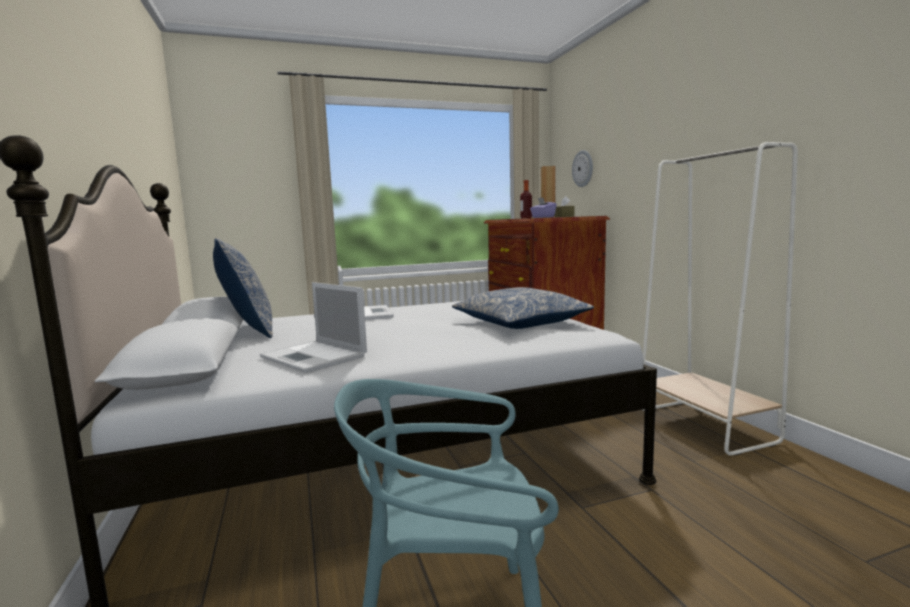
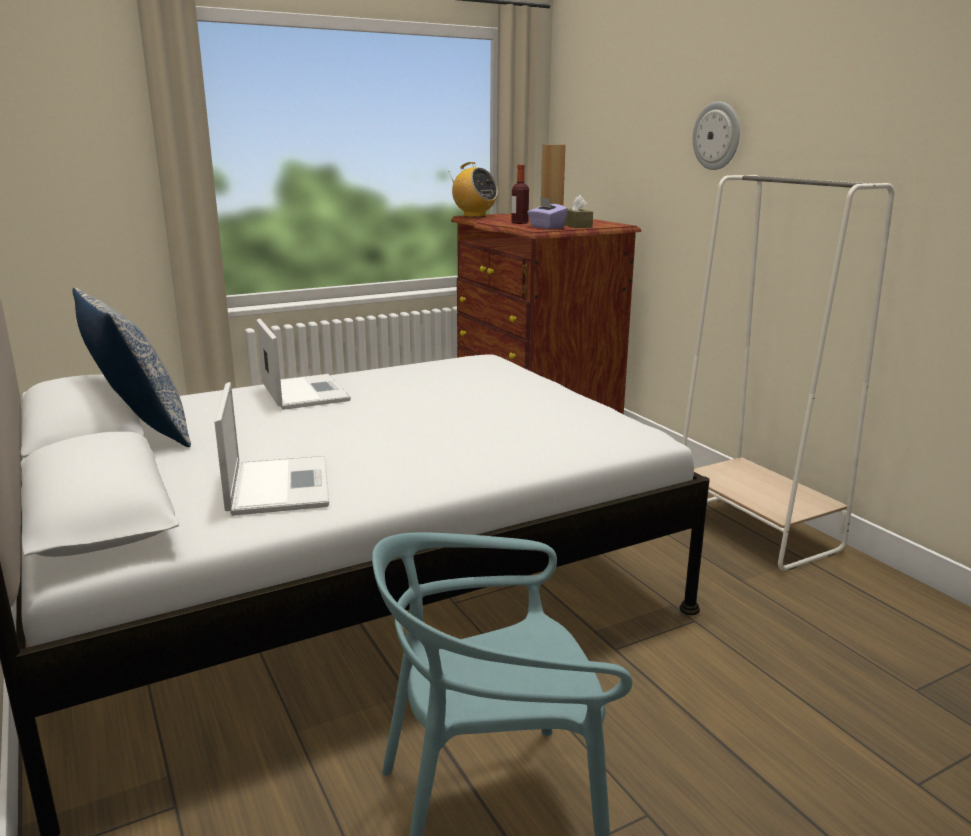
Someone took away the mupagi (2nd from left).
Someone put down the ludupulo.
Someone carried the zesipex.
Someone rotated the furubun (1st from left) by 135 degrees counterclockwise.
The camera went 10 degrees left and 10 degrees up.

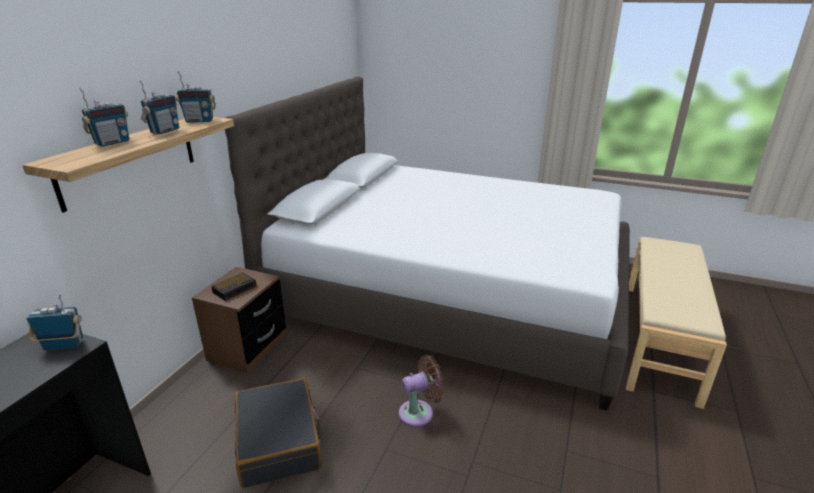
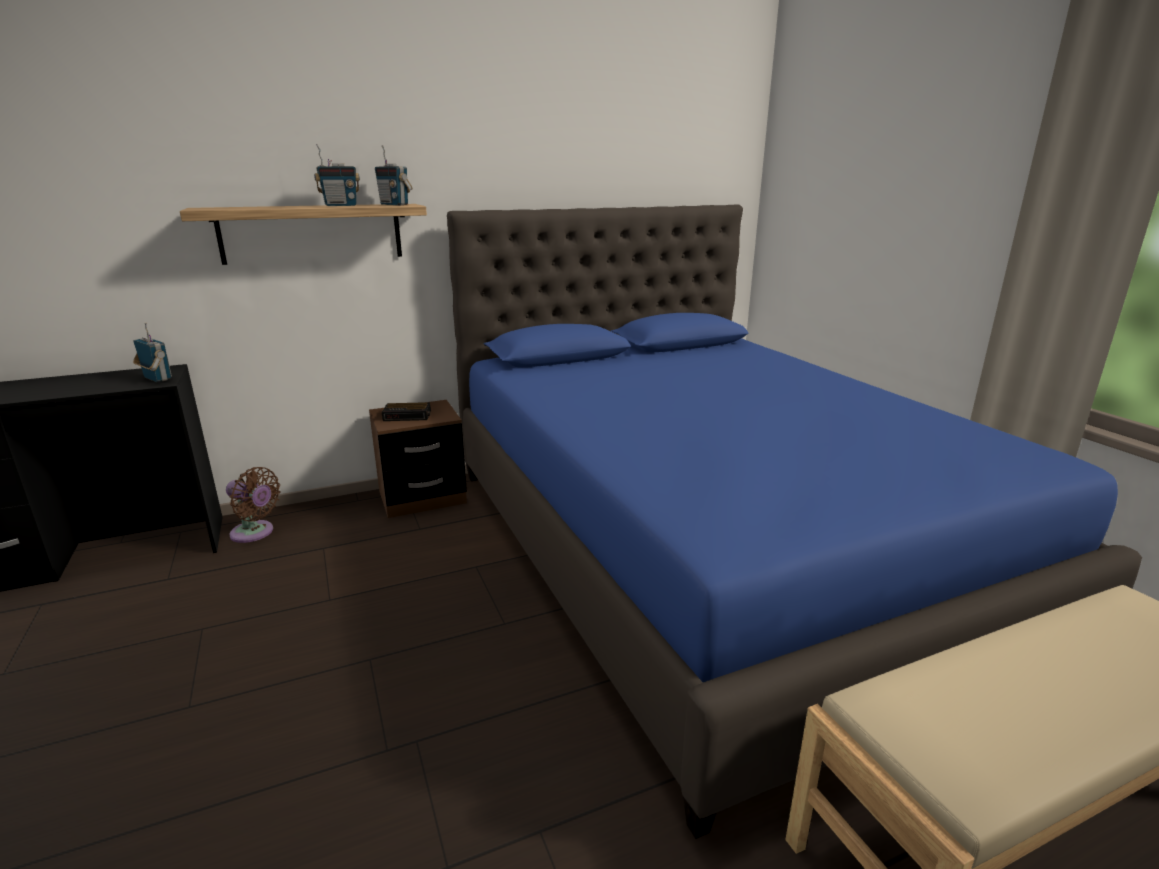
Someone took away the ludupulo (2nd from left).
Someone took away the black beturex.
Someone carried the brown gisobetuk.
Someone repainted the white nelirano, which became the blue nelirano.
The camera went 45 degrees right and 5 degrees down.

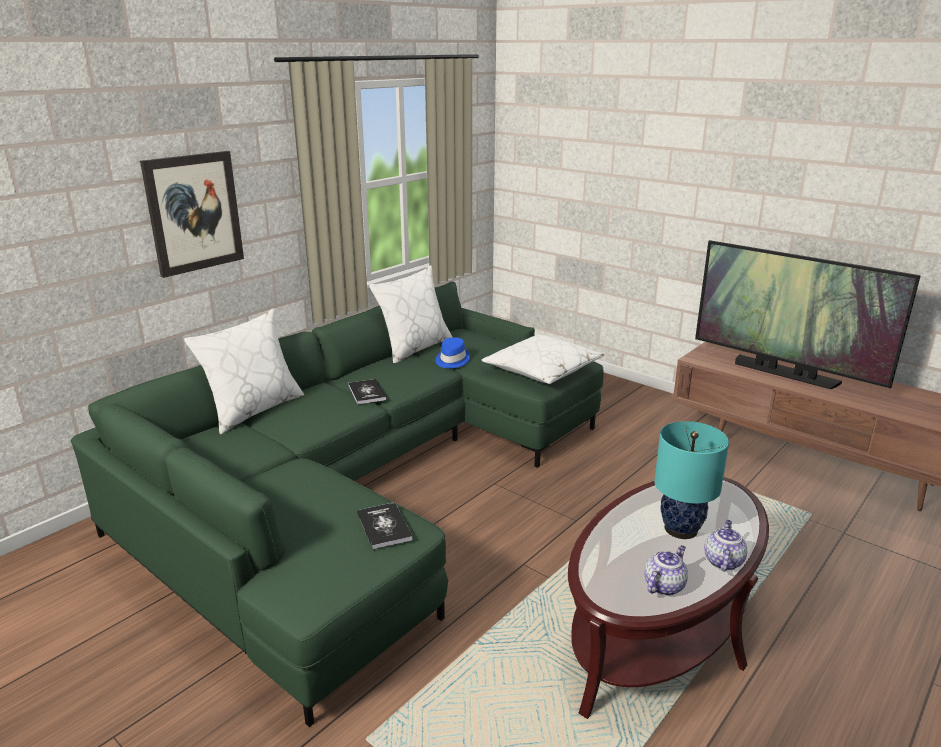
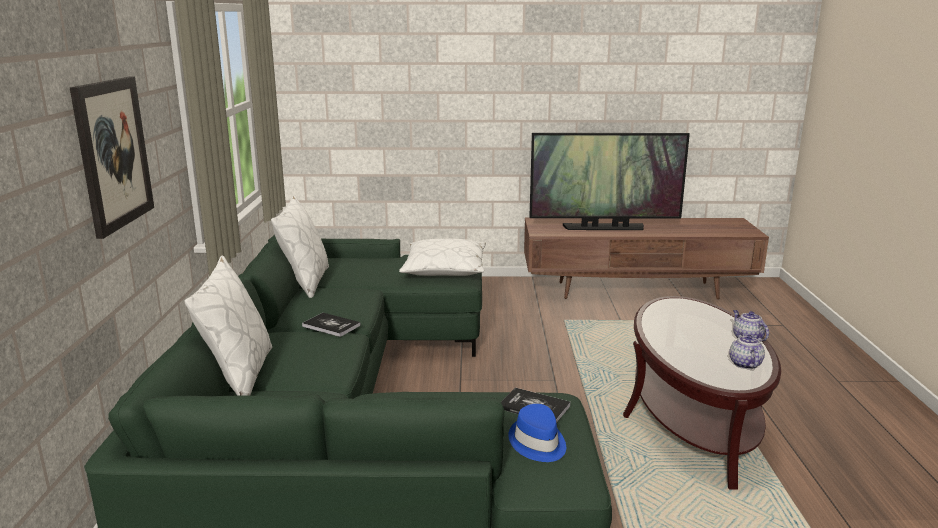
Someone took away the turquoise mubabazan.
Someone carried the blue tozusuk.
The camera went 40 degrees left and 5 degrees down.

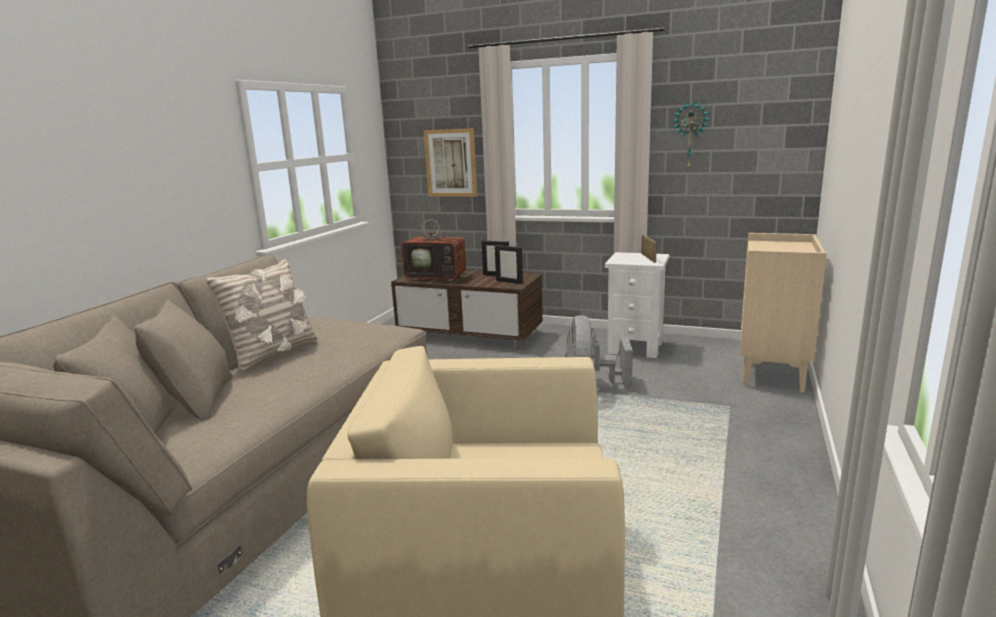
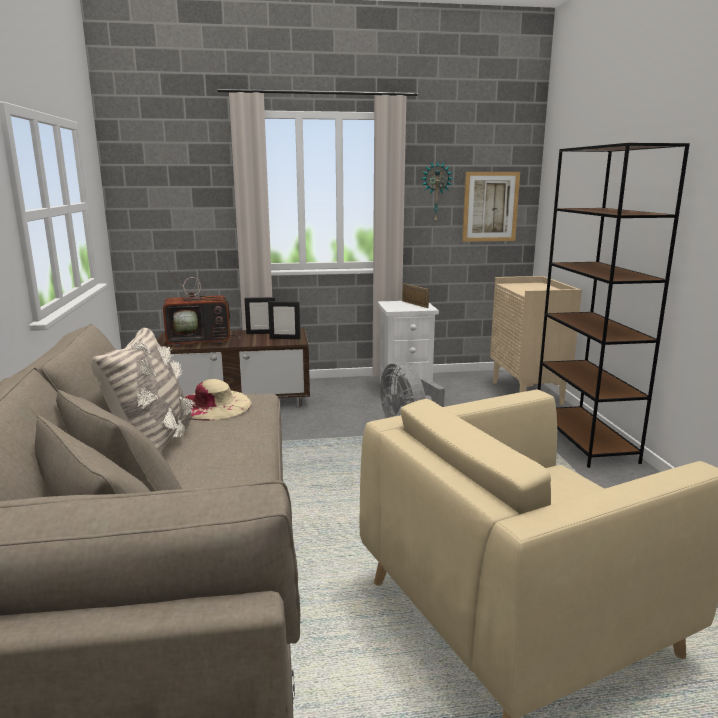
Someone put down the beige tozusuk.
Someone put down the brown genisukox.
Someone carried the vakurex.
The camera went 30 degrees left and 0 degrees up.

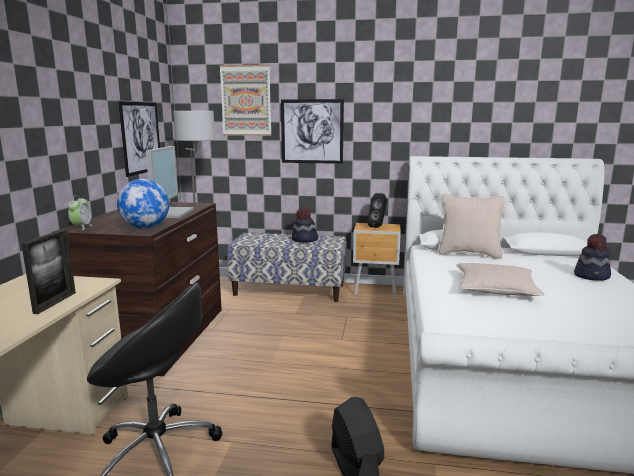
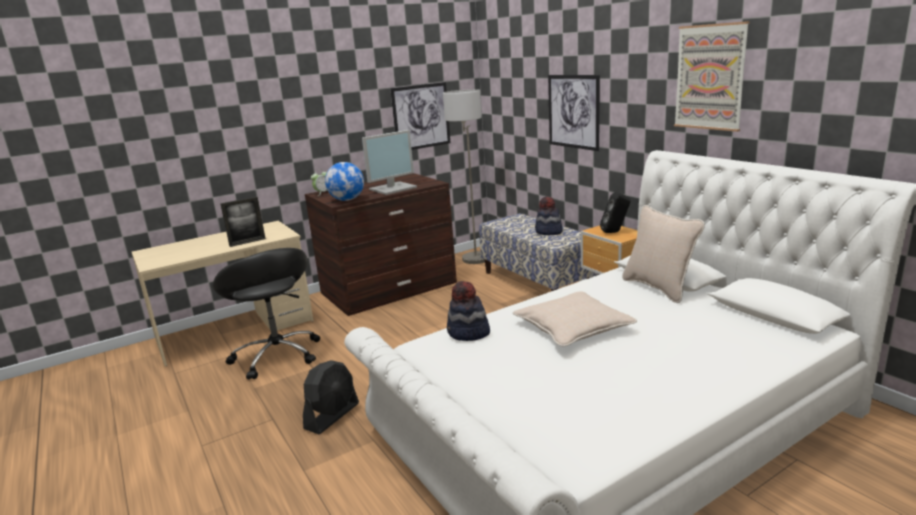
Someone carried the vakurex (2nd from left in the first image).
Someone carried the tozusuk (2nd from left in the first image).
The camera went 50 degrees right and 5 degrees up.

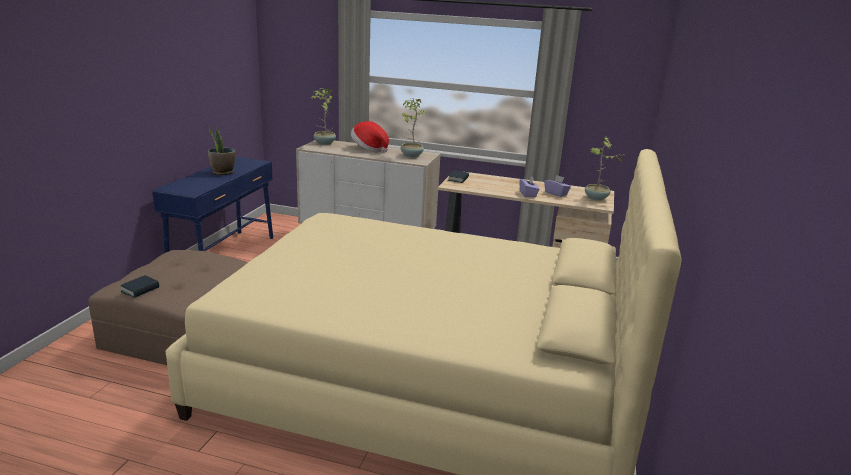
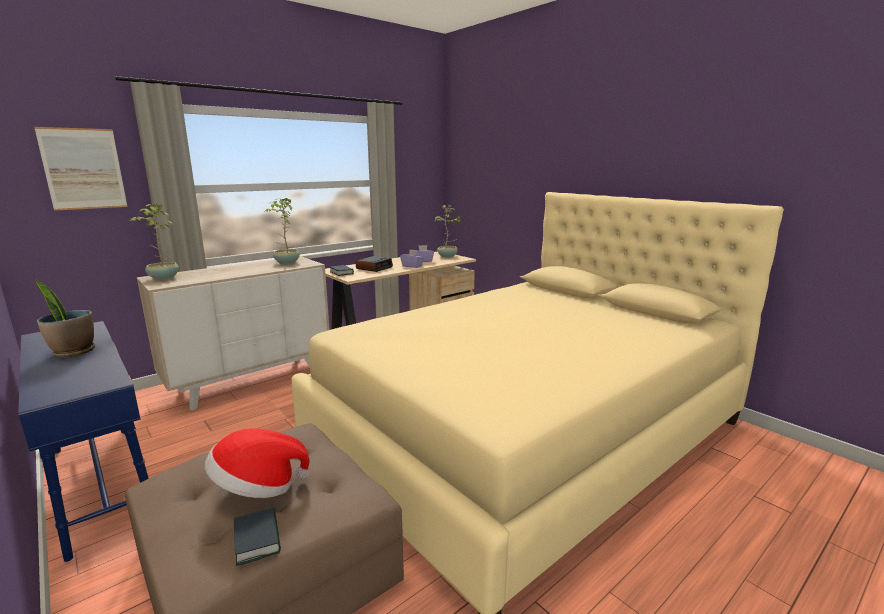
Someone put up the vakurex.
Someone put down the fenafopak.
Someone carried the tozusuk.
The camera went 55 degrees left and 5 degrees down.

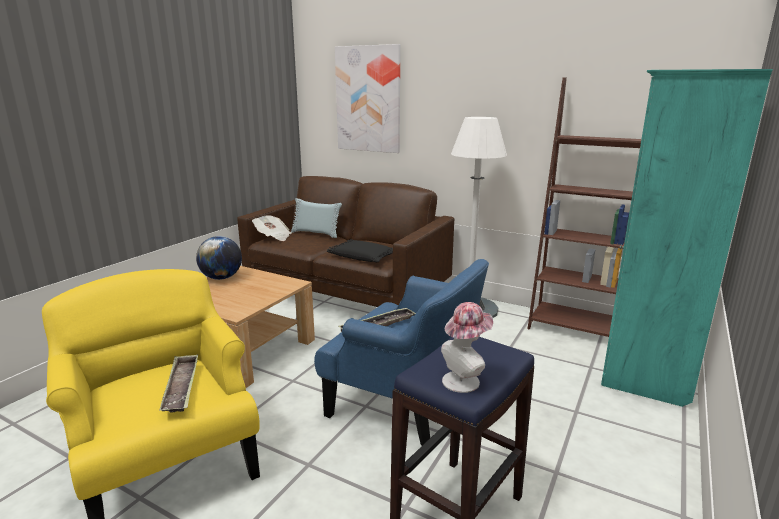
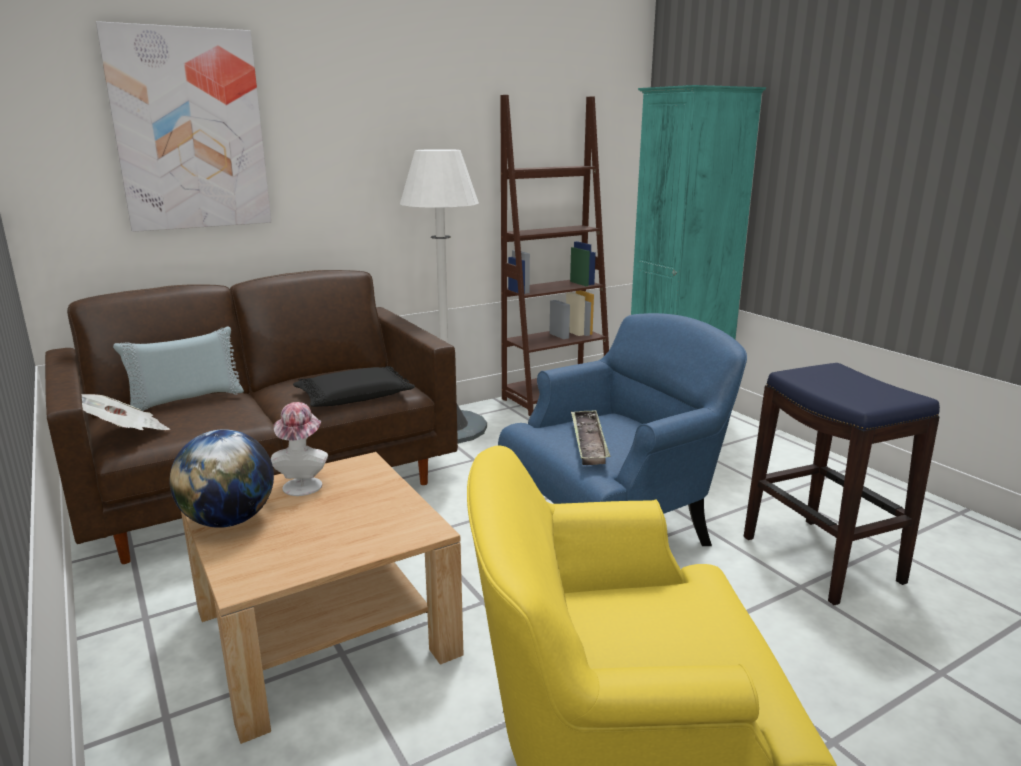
Someone took away the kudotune (1st from left).
Someone carried the tozusuk.
The camera went 60 degrees left and 0 degrees up.

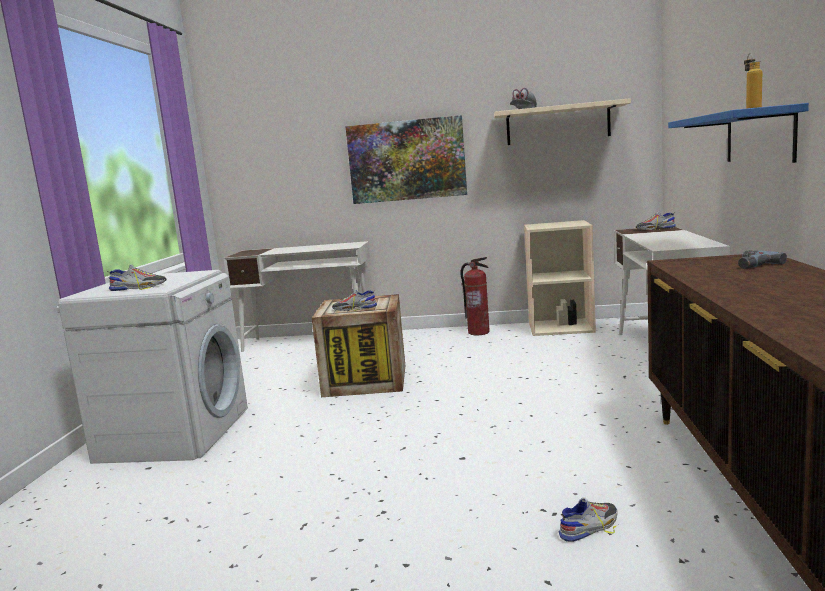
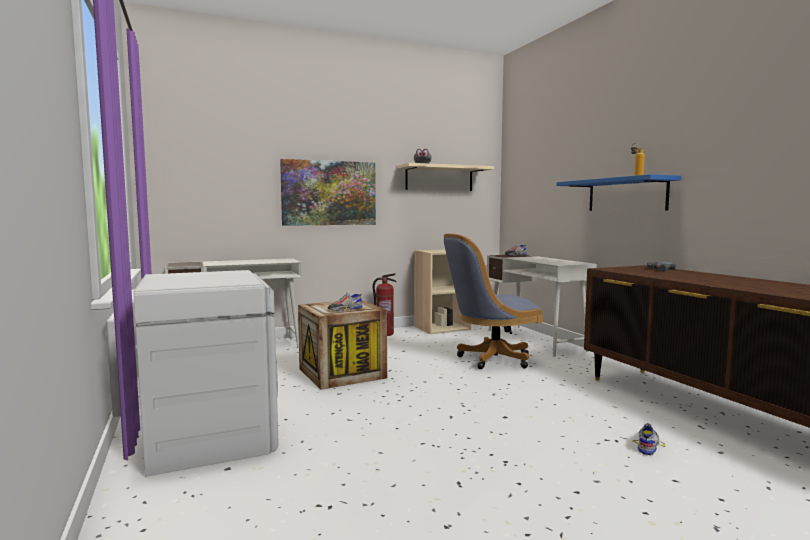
Someone took away the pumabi (1st from left).
Someone put down the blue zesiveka.
The camera went 30 degrees left and 5 degrees down.

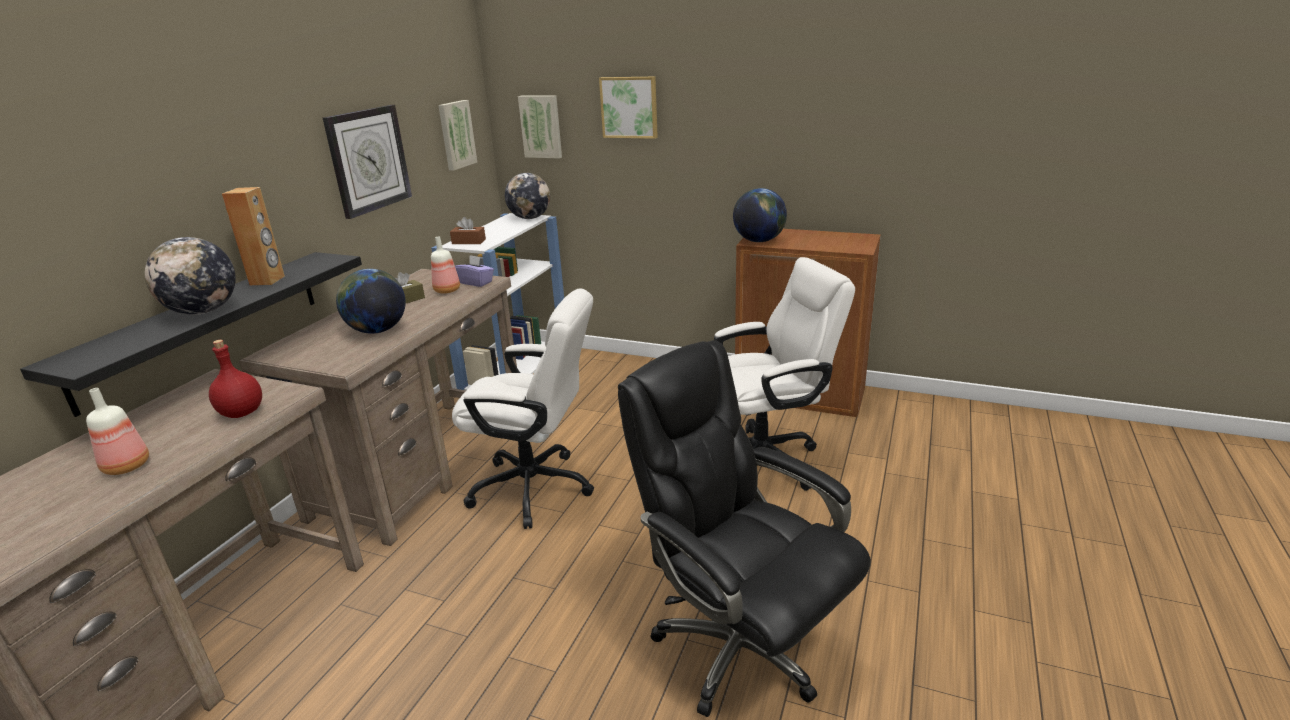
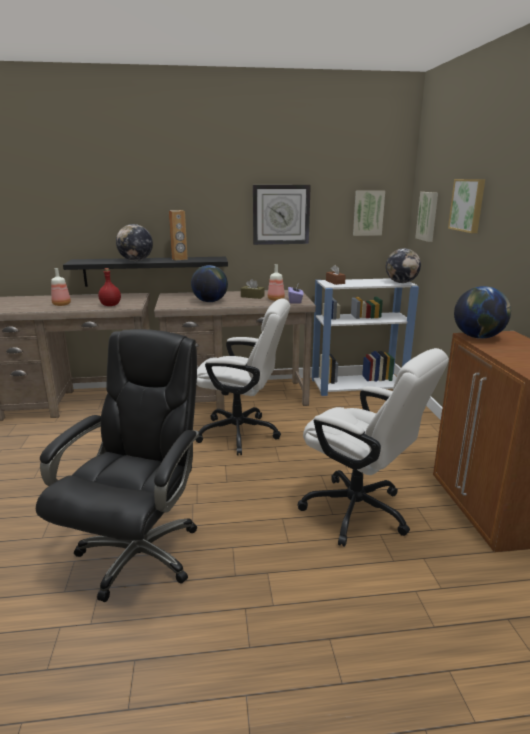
Someone rotated the white zesiveka (1st from left) by 60 degrees counterclockwise.
The camera went 60 degrees right and 5 degrees down.

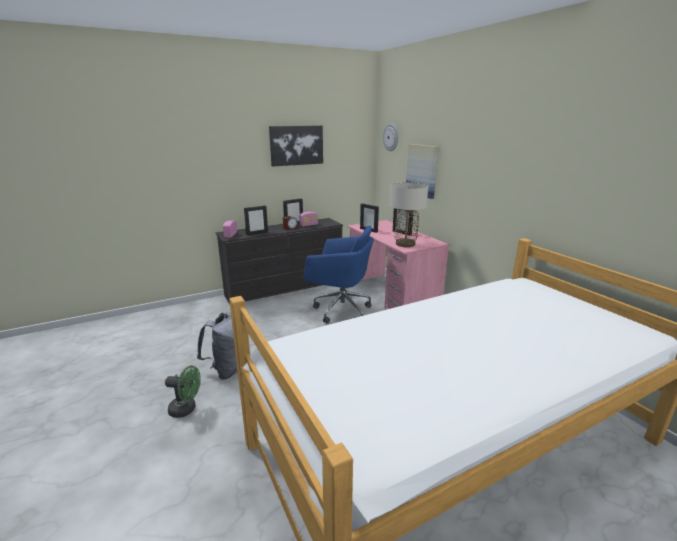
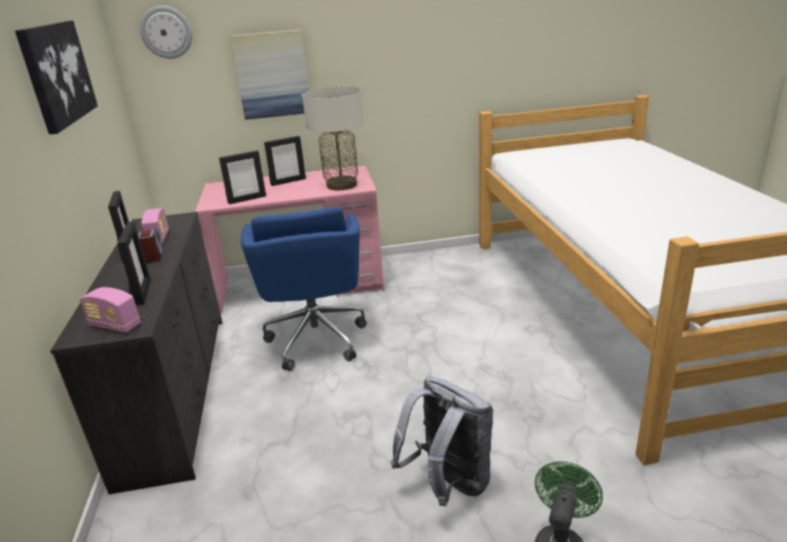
Someone rotated the blue zesiveka by 135 degrees clockwise.
The camera went 70 degrees left and 5 degrees up.

